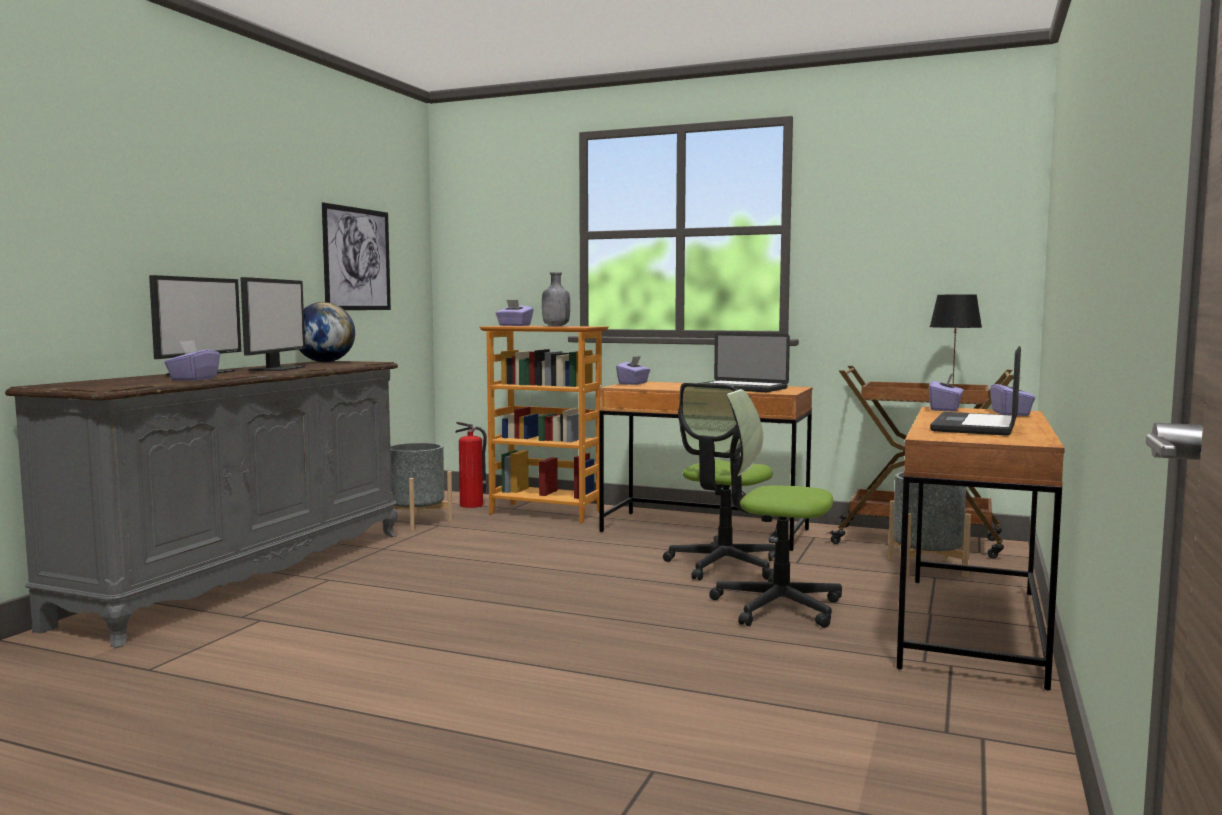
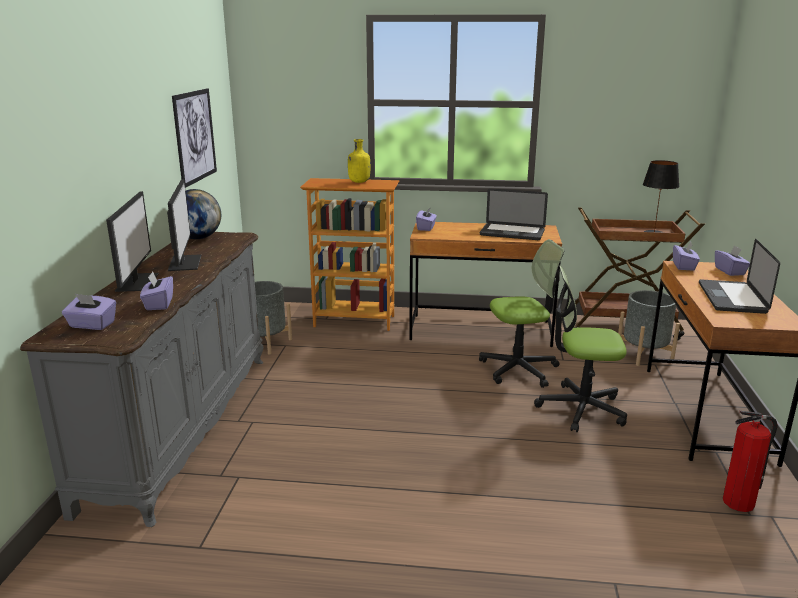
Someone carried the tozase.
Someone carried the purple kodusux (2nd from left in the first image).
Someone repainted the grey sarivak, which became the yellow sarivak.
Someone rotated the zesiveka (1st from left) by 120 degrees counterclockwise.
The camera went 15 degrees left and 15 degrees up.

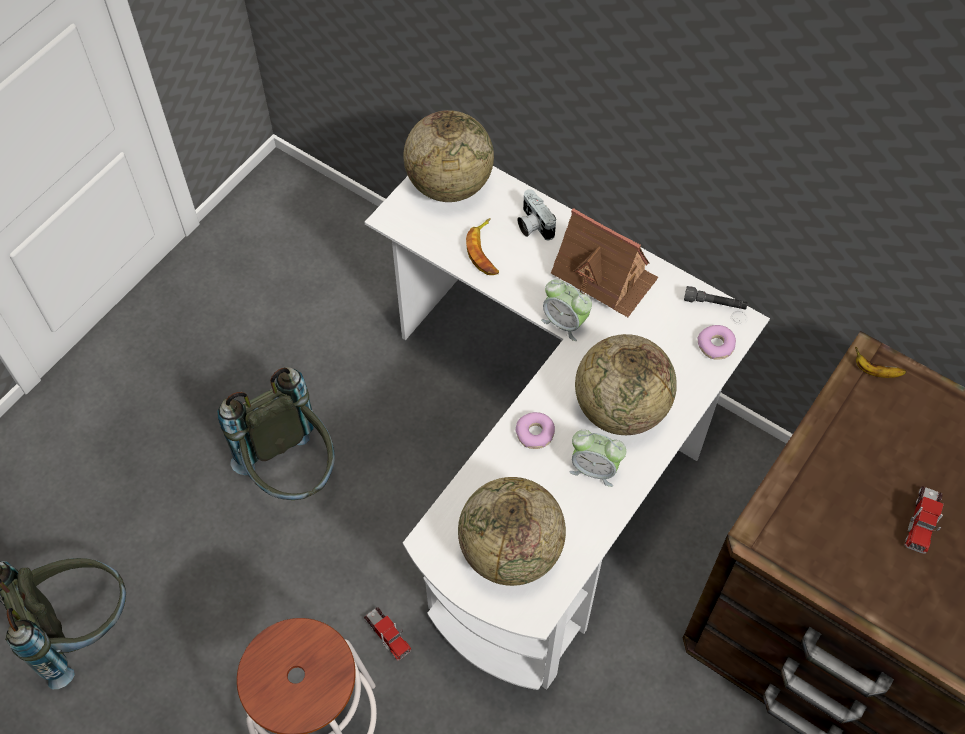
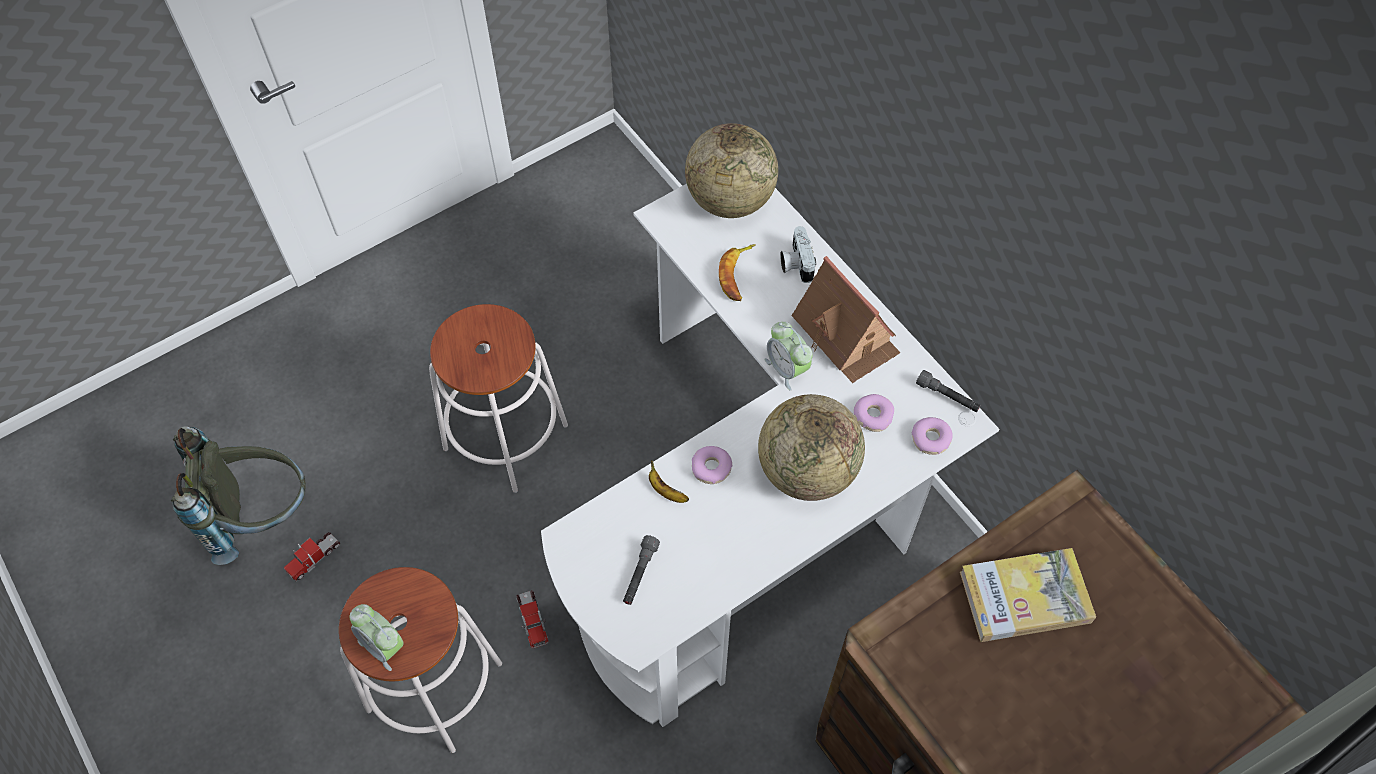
Someone put down the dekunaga (2nd from left).
Someone put down the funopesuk.
Someone carried the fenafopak (2nd from left in the first image).
Someone carried the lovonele (2nd from left in the first image).
Someone carried the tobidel (2nd from left in the first image).
Someone swapped the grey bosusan (2nd from left) for the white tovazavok (2nd from left).
Someone swapped the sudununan (2nd from left) for the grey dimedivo (1st from left).
The camera went 20 degrees right and 0 degrees up.

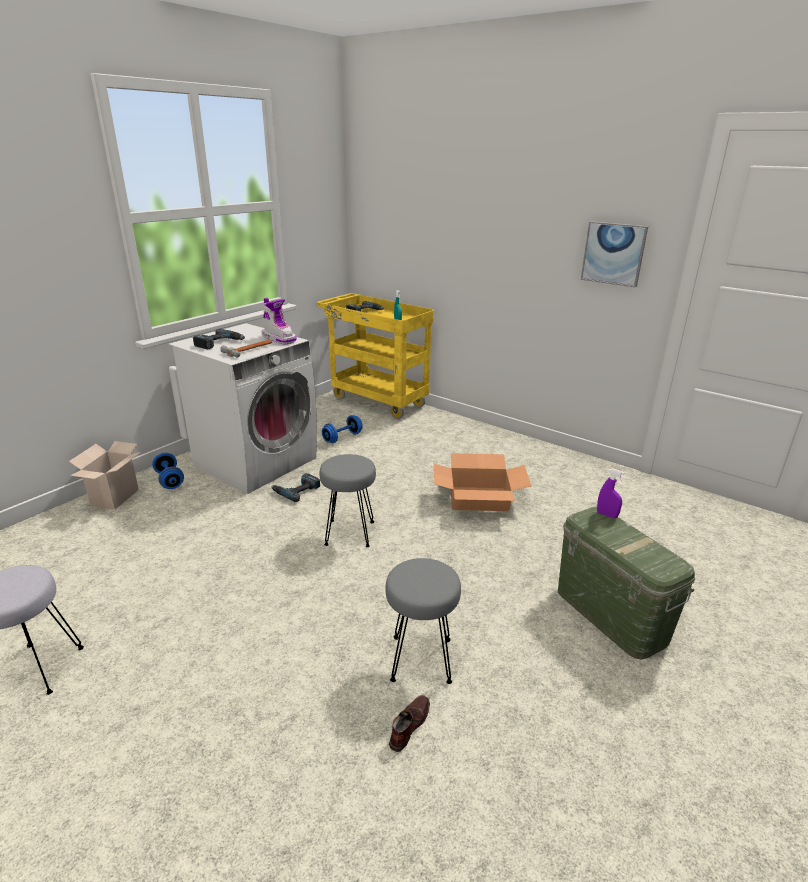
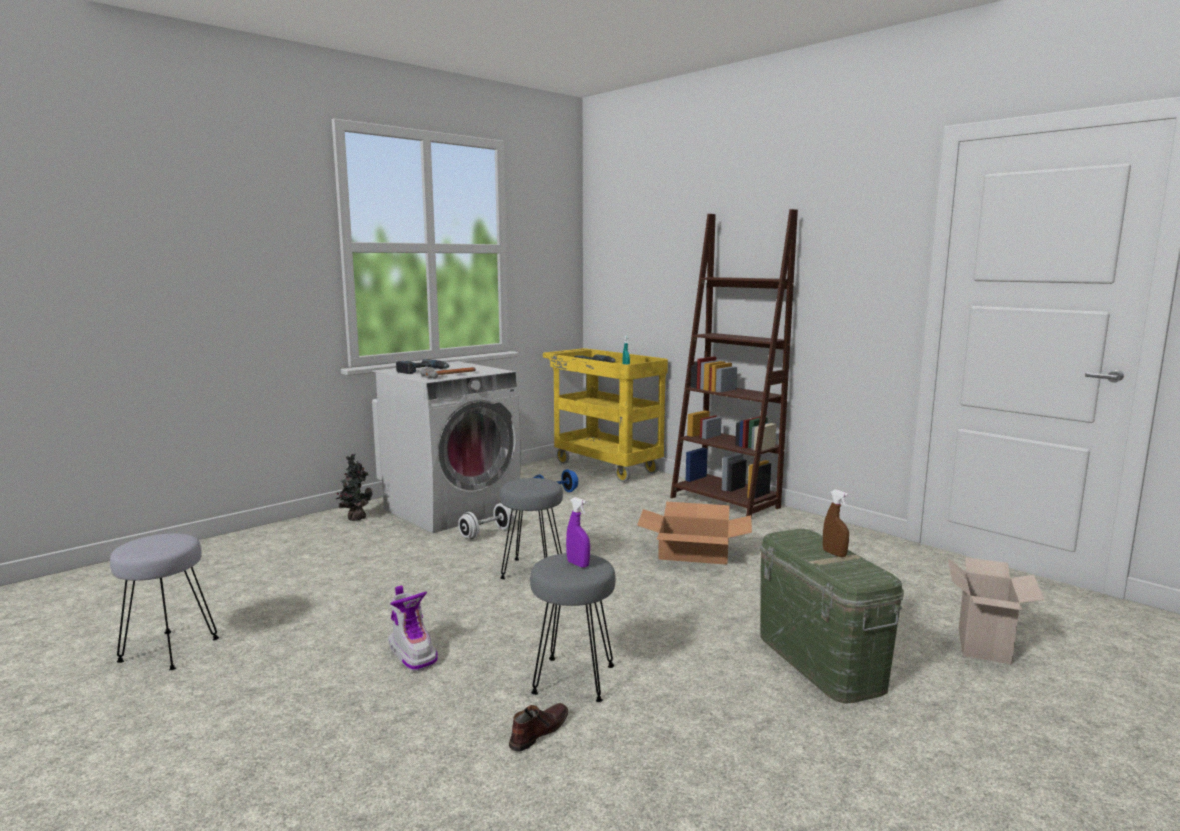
Someone took away the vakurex.
Someone put down the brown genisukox.
Someone put down the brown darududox.
Someone carried the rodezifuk (1st from left in the first image).
Someone carried the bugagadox.
Someone carried the purple darududox.
Someone swapped the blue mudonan (1st from left) for the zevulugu.
Someone swapped the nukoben (2nd from left) for the white mudonan.
The camera went 10 degrees right and 15 degrees down.

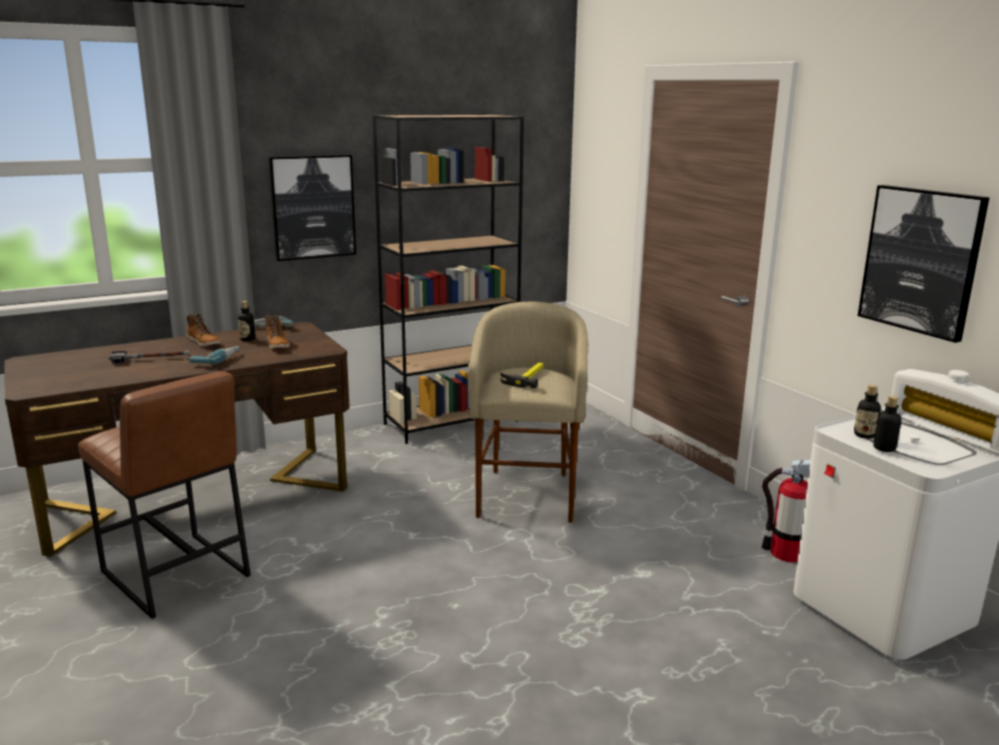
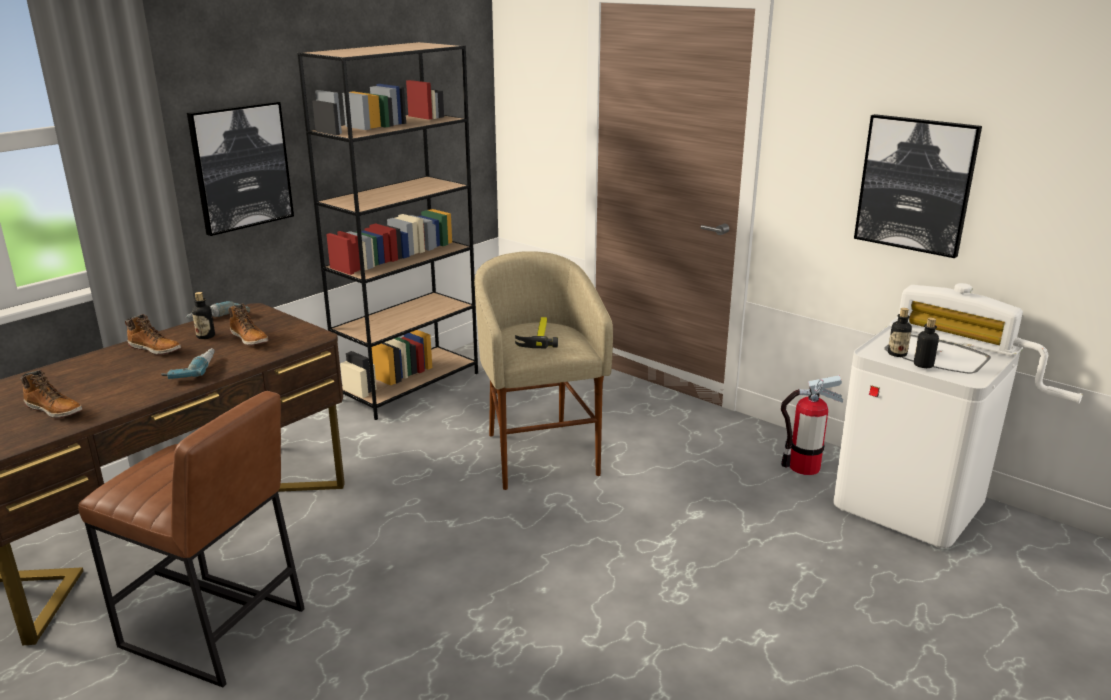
Someone took away the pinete (1st from left).
Someone put down the bugagadox (1st from left).
The camera went 20 degrees left and 5 degrees up.

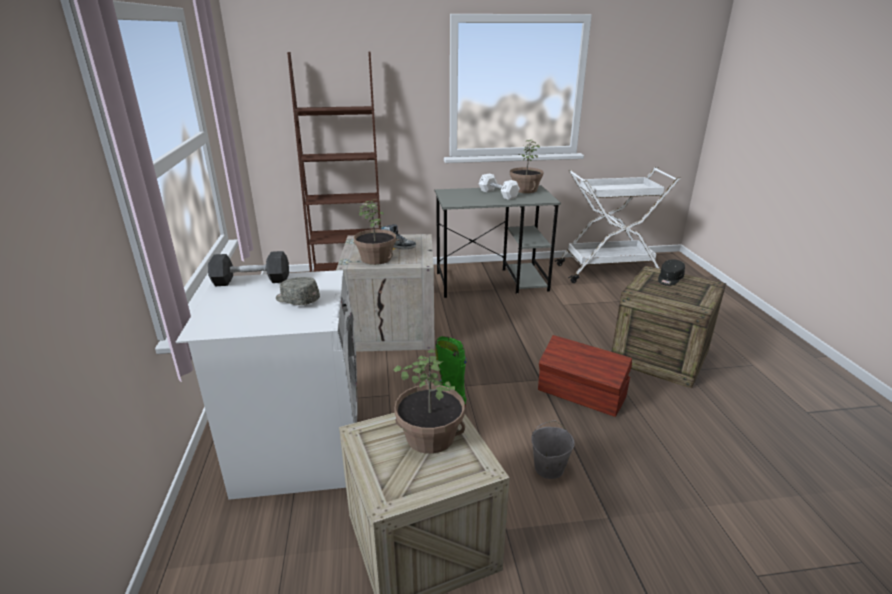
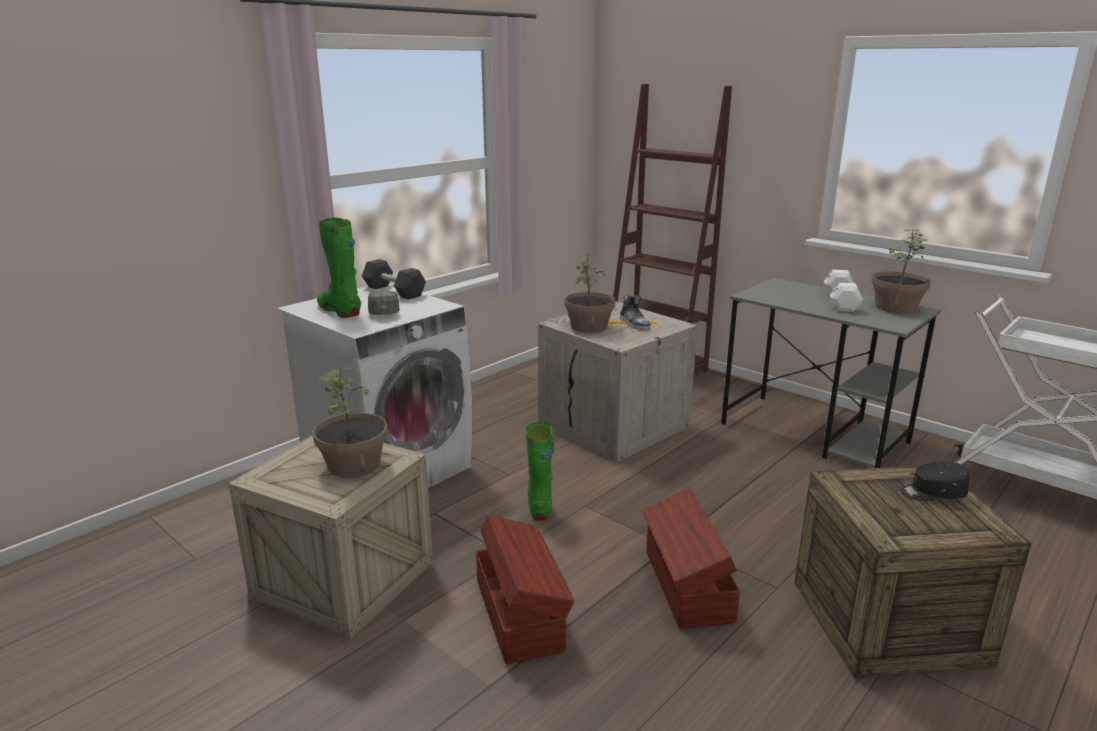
Someone put down the green bugagadox (1st from left).
Someone swapped the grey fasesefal for the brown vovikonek (1st from left).
The camera went 50 degrees right and 5 degrees down.

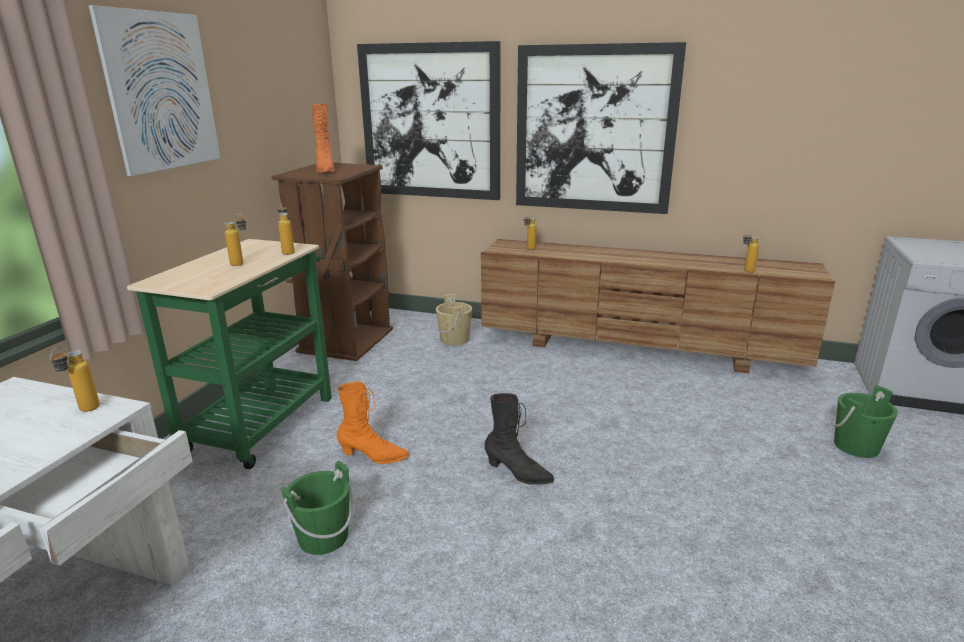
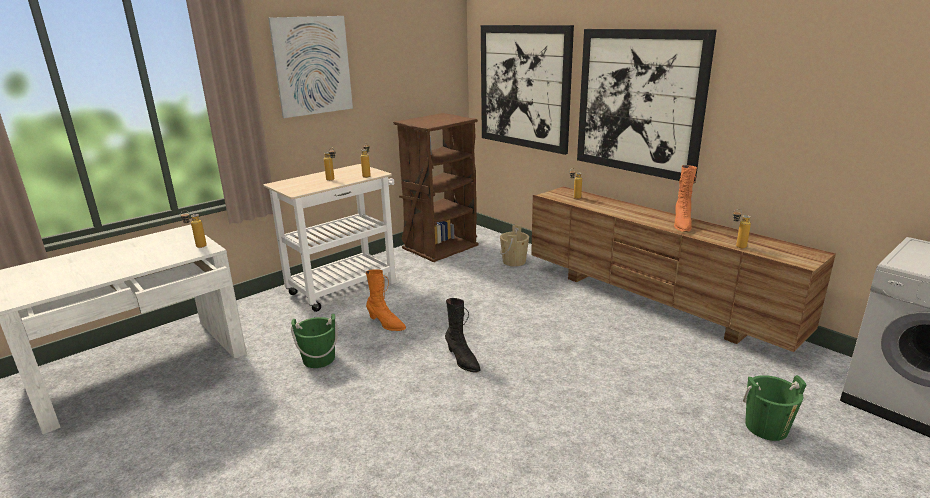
Someone carried the orange bugagadox (1st from left in the first image).
Someone repainted the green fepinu, which became the white fepinu.
The camera went 30 degrees right and 0 degrees up.

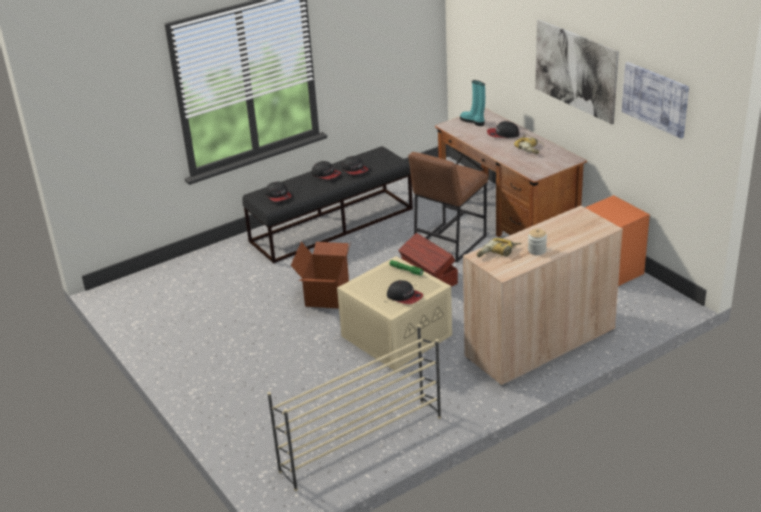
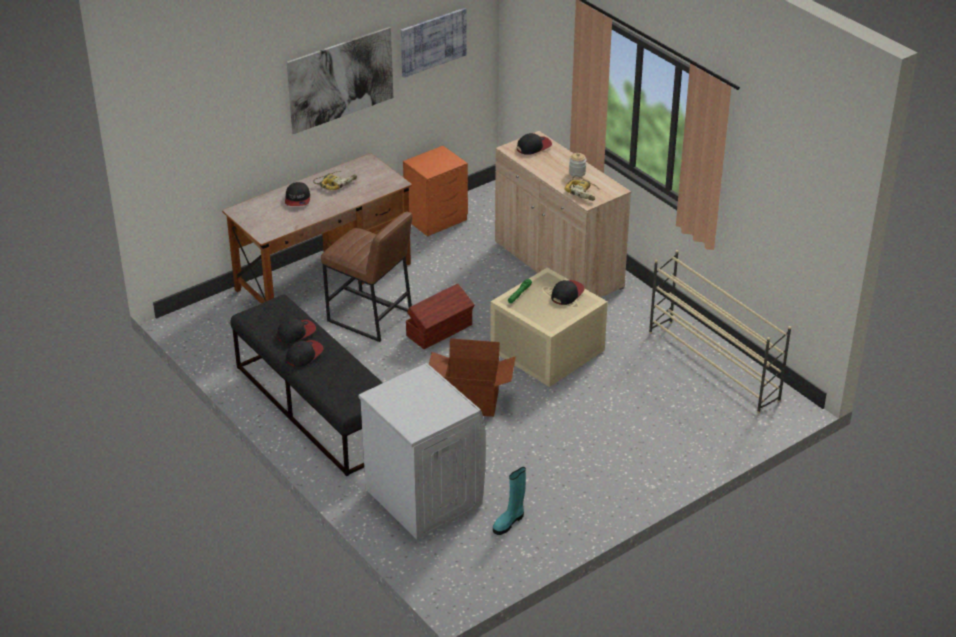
Someone put down the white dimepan.
Someone carried the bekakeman (1st from left in the first image).
Someone carried the turquoise bugagadox.
The camera went 95 degrees left and 5 degrees up.

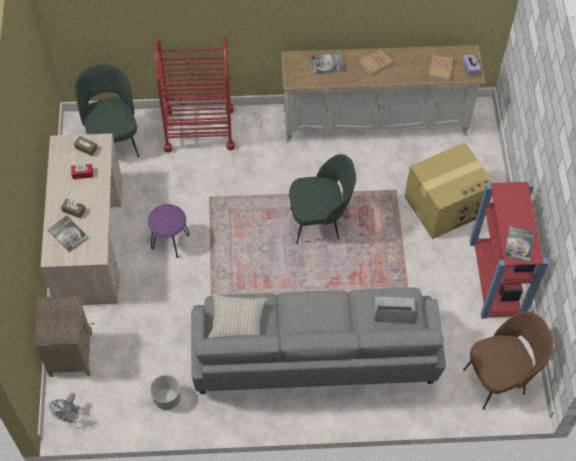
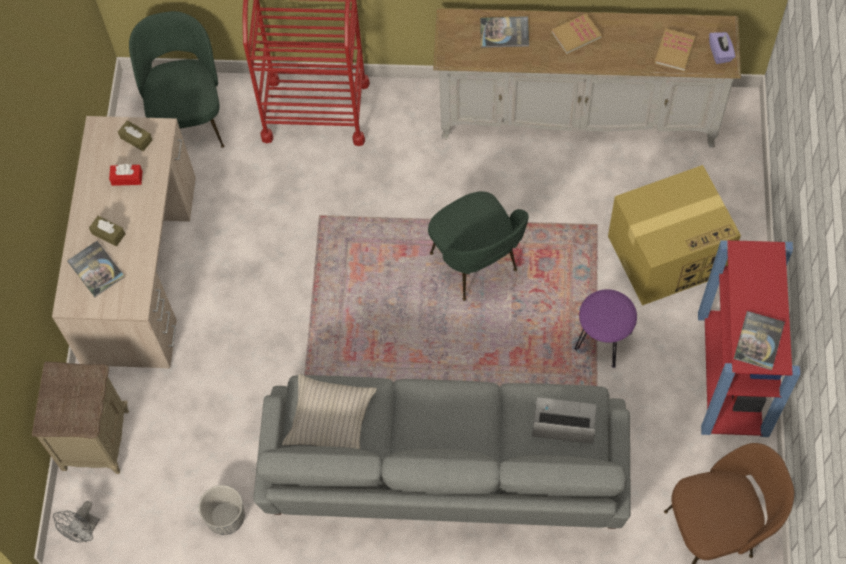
Someone carried the purple tovazavok.
Someone rotated the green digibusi (2nd from left) by 60 degrees clockwise.
The camera went 10 degrees right and 5 degrees up.

